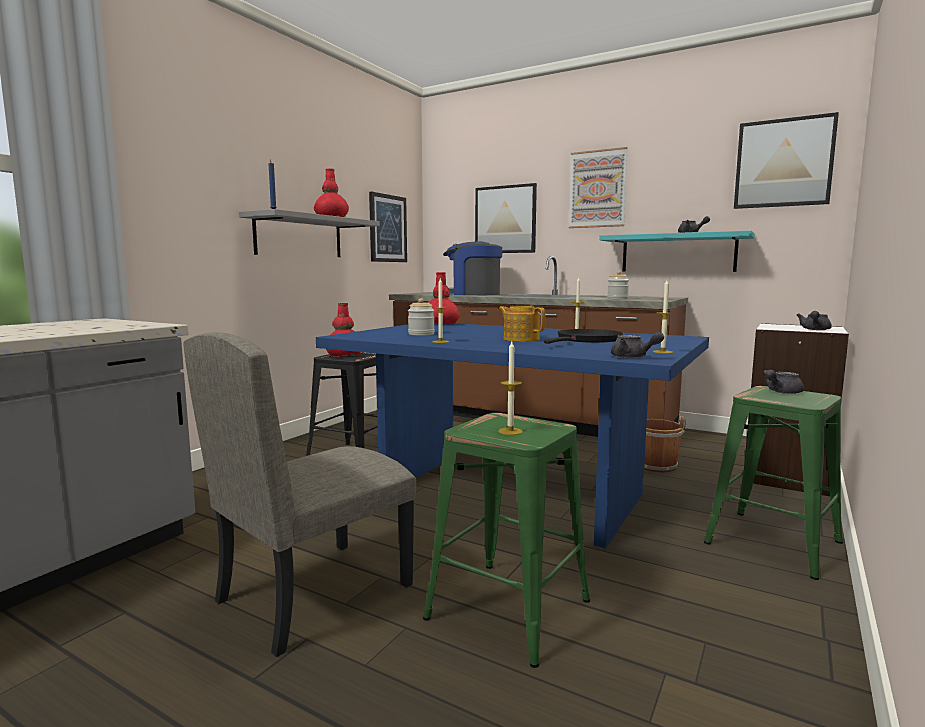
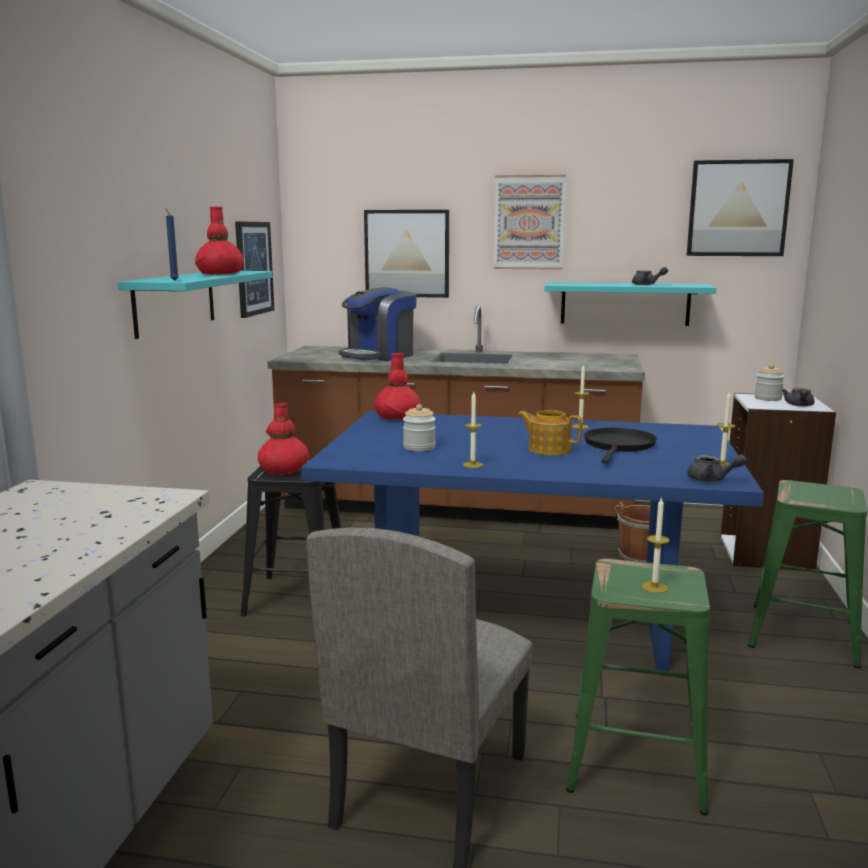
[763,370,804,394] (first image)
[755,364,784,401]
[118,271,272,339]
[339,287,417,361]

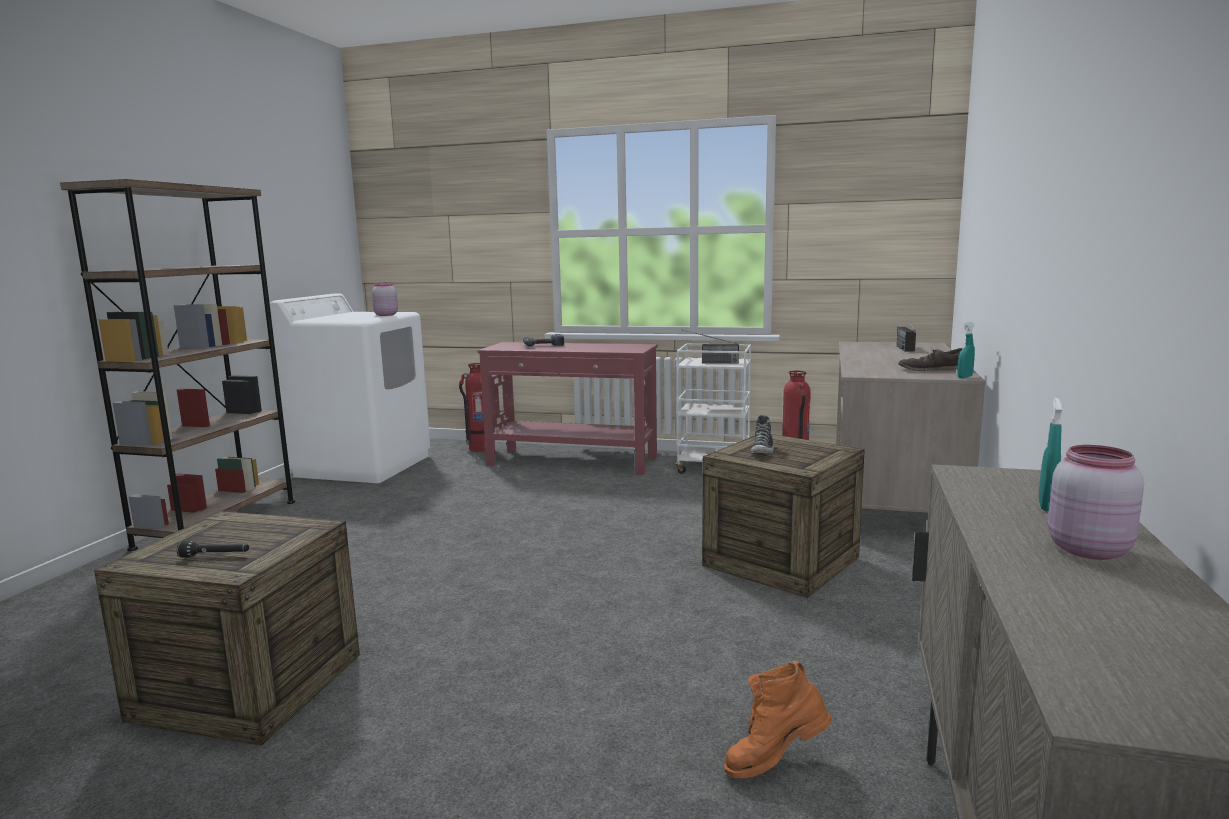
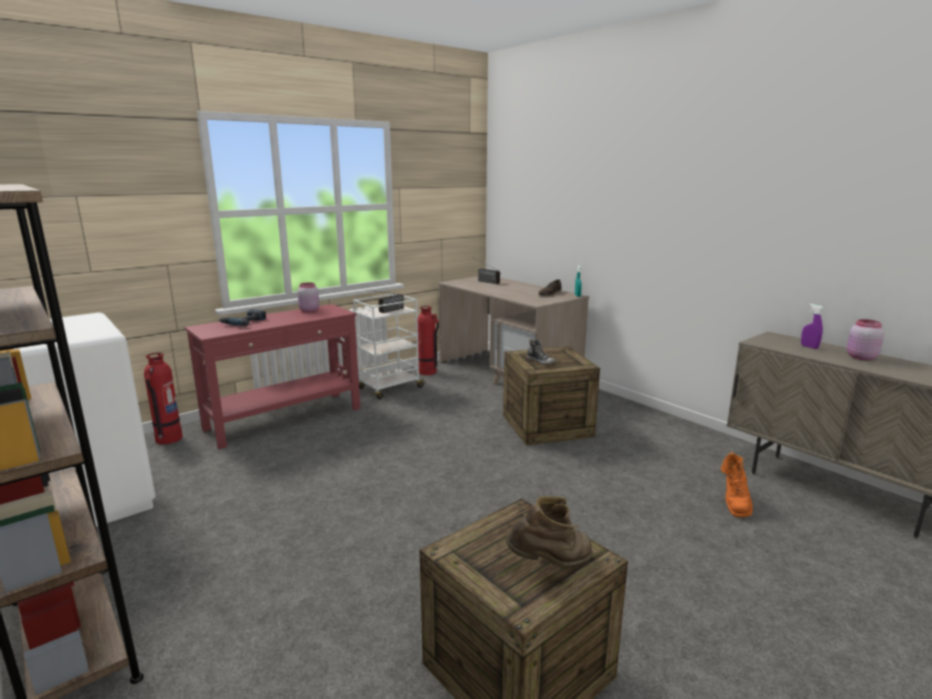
[298,283,319,312]
[506,496,593,569]
[801,304,824,349]

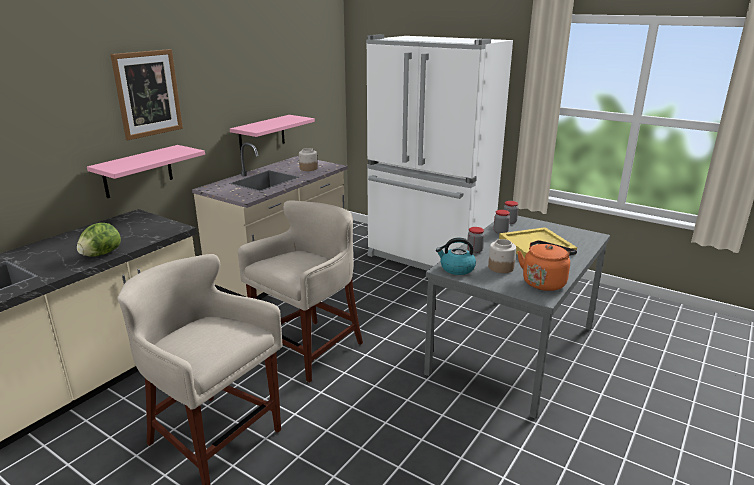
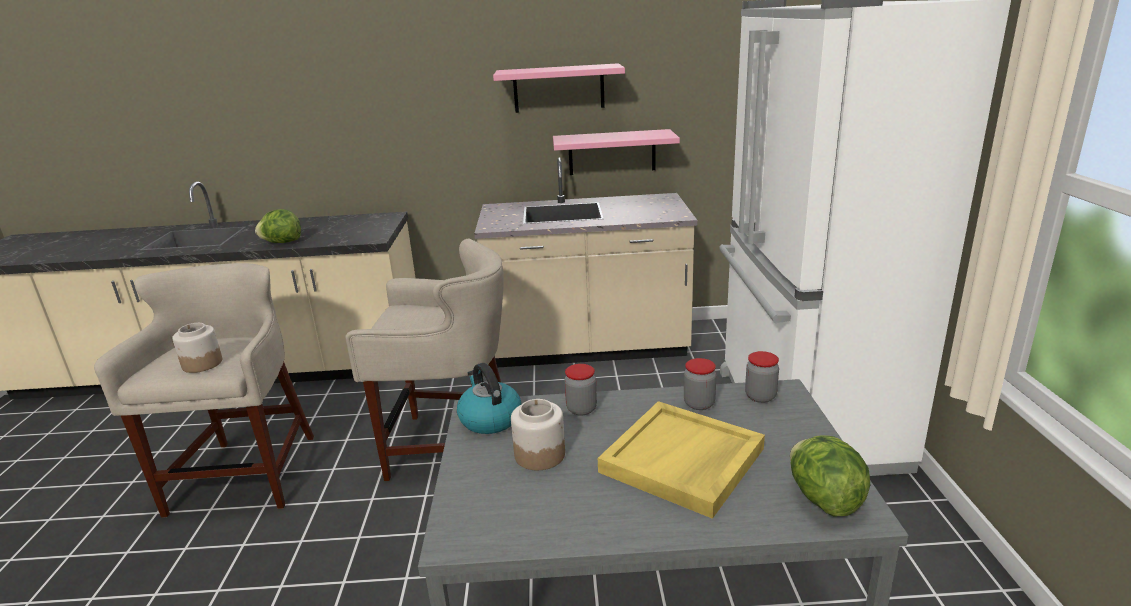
[110,49,183,140] (first image)
[517,240,577,291] (first image)
[790,436,870,516]
[493,63,625,113]
[172,323,222,373]

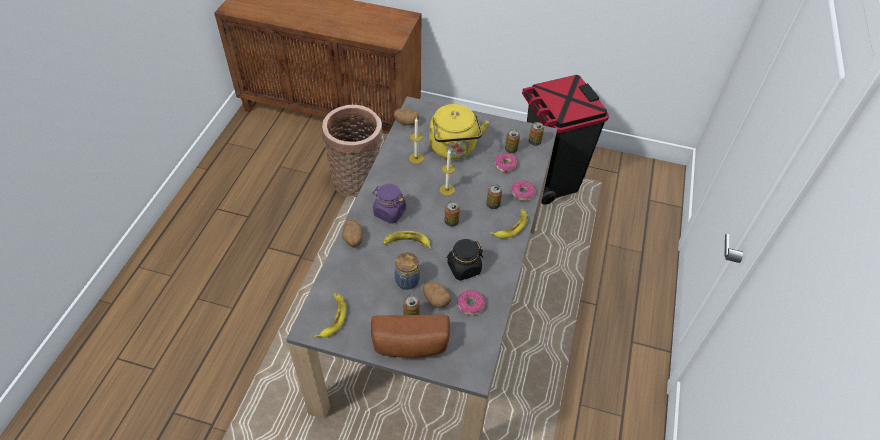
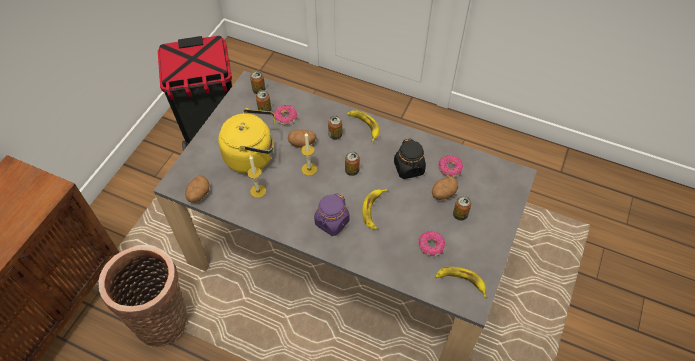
[371,315,450,358] (first image)
[395,252,420,290] (first image)
[288,130,317,148]
[418,231,445,256]

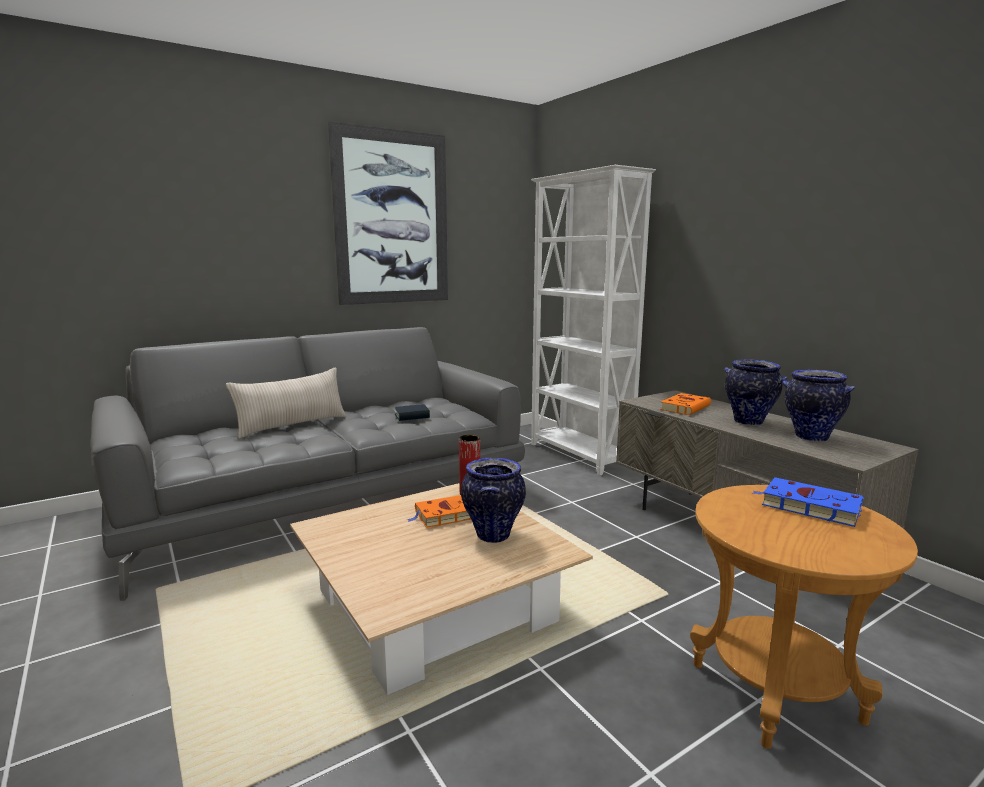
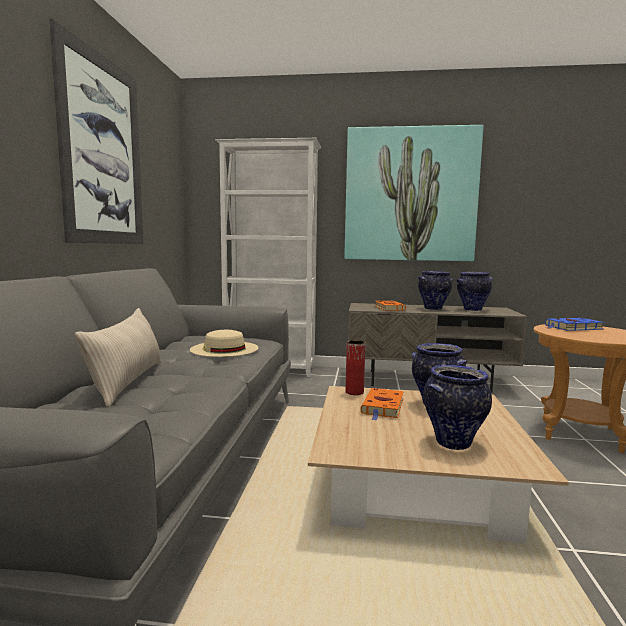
[344,125,484,261]
[423,365,492,450]
[190,330,258,357]

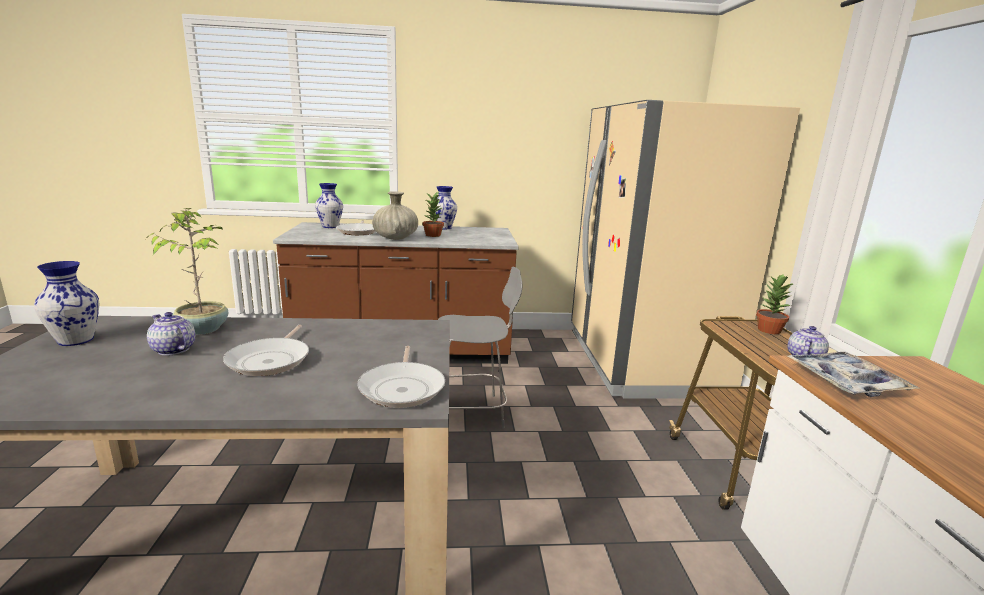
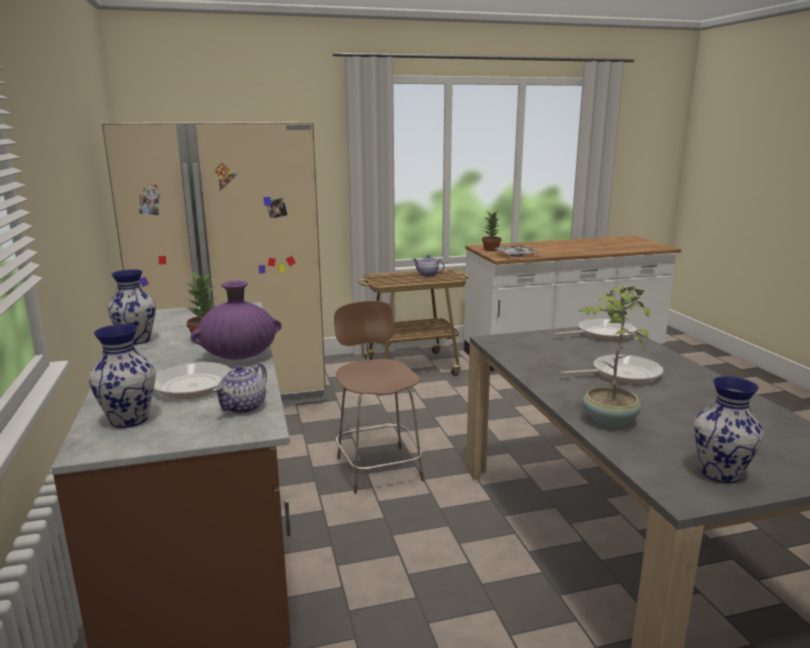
[213,363,267,414]
[482,209,501,251]
[191,281,282,360]
[334,301,424,494]

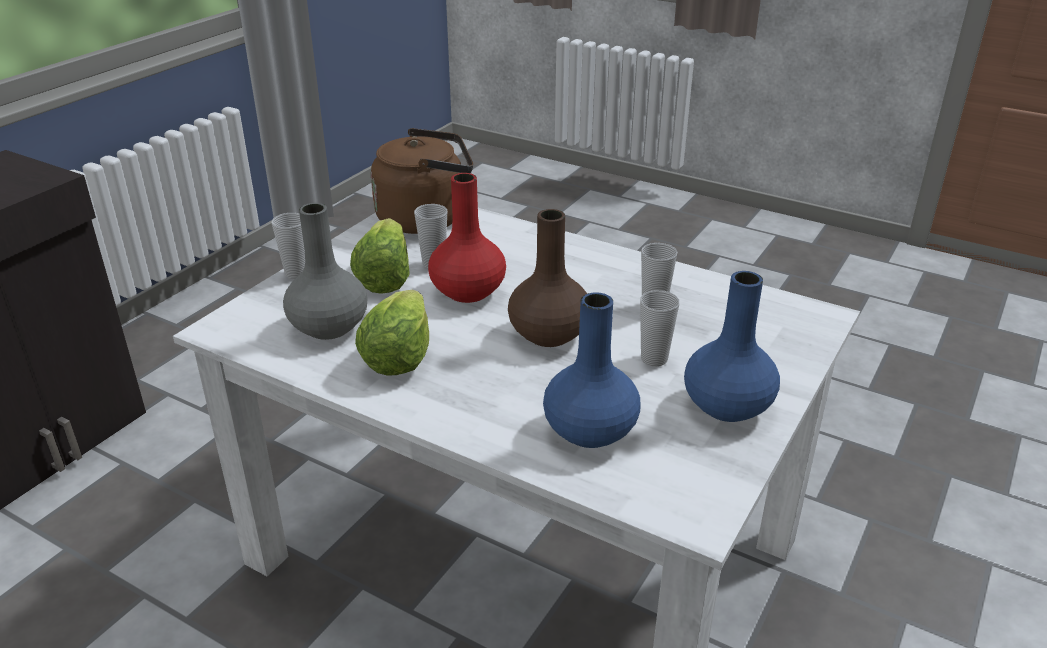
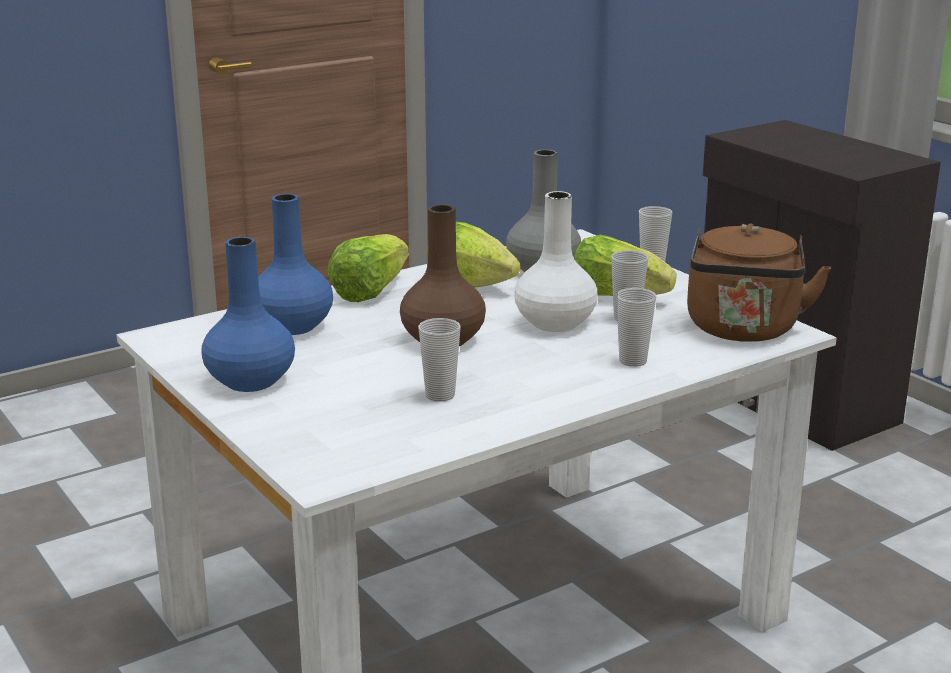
[327,234,409,302]
[616,288,656,367]
[514,191,598,332]

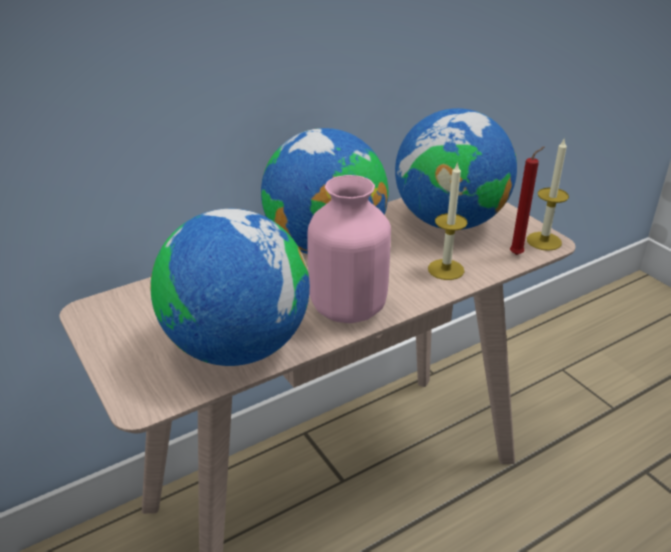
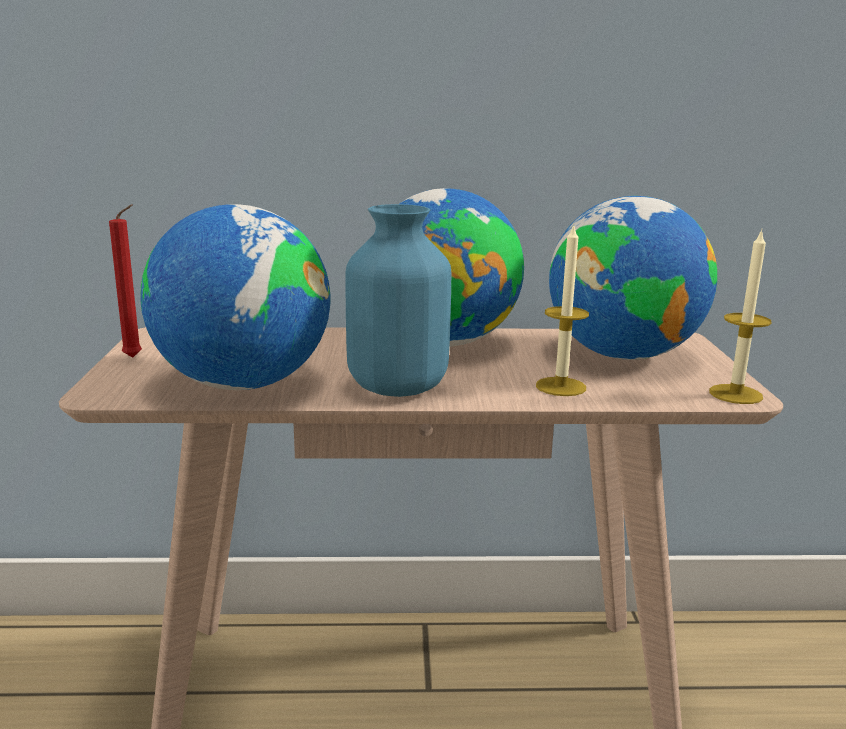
[109,205,142,358]
[345,204,451,397]

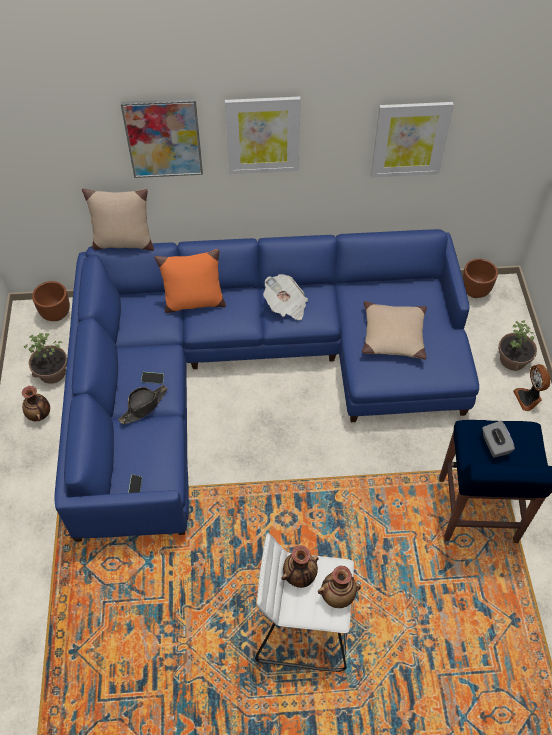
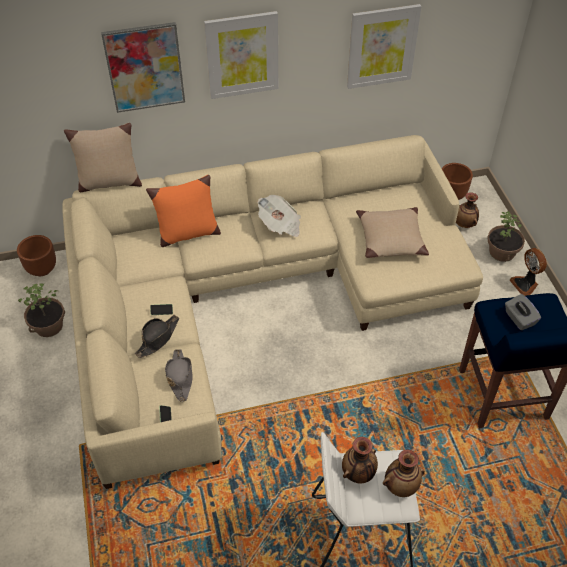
[165,349,193,401]
[456,192,479,228]
[62,135,483,489]

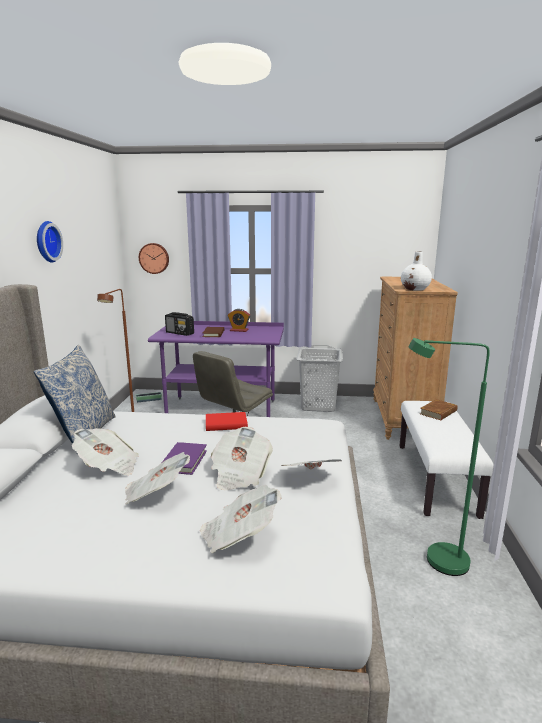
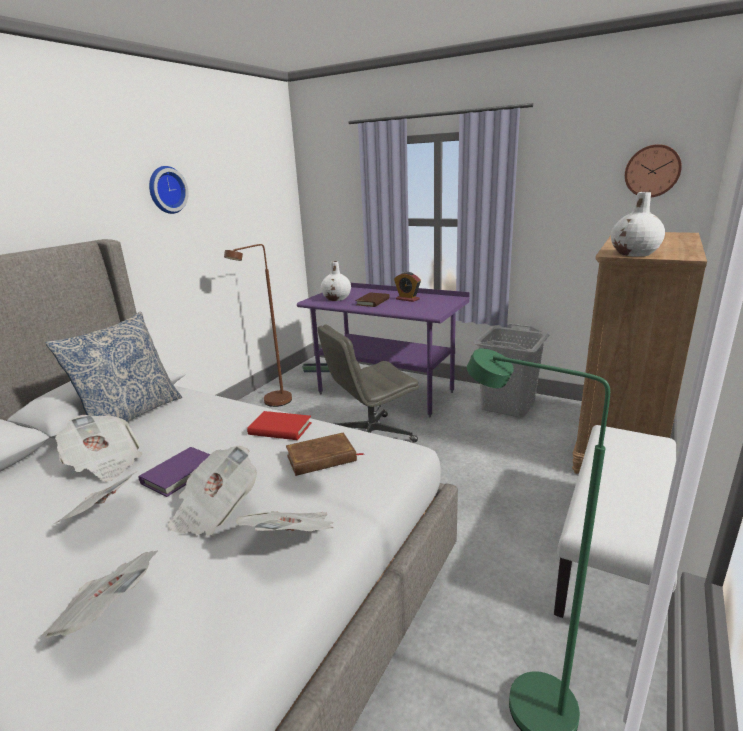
[625,144,682,197]
[286,433,364,476]
[321,261,351,301]

